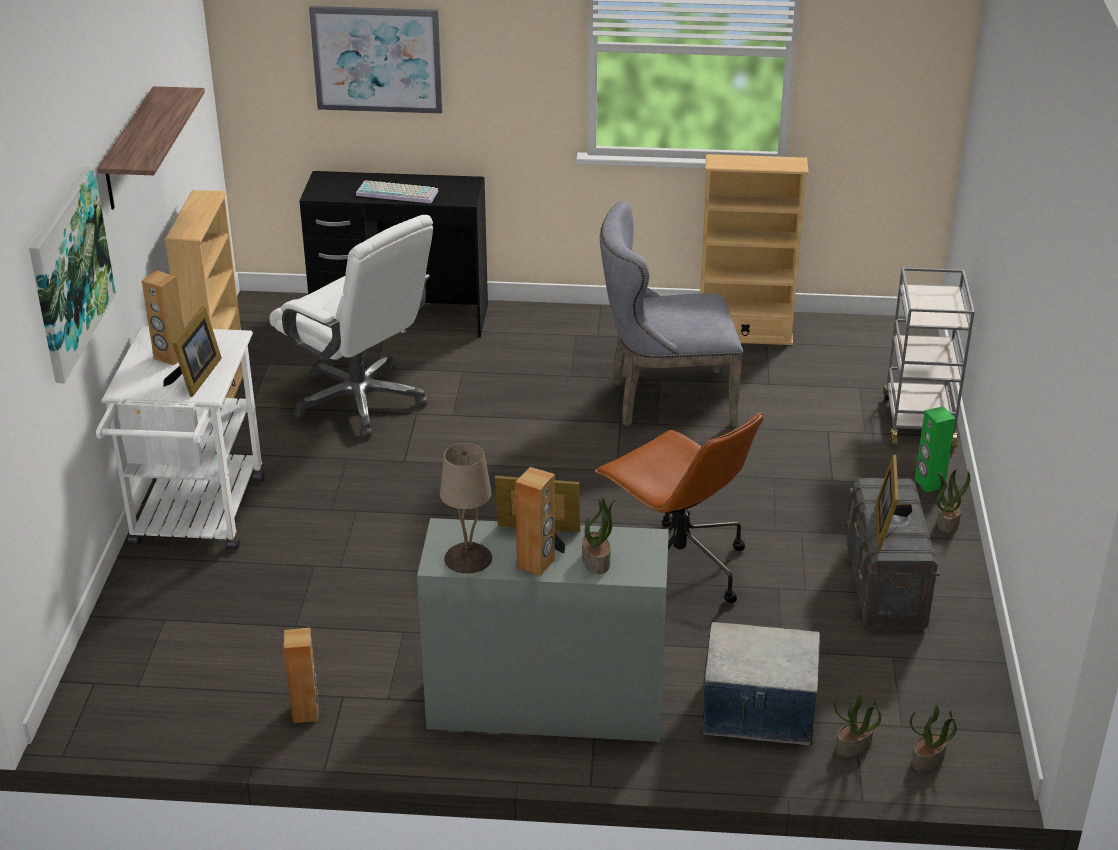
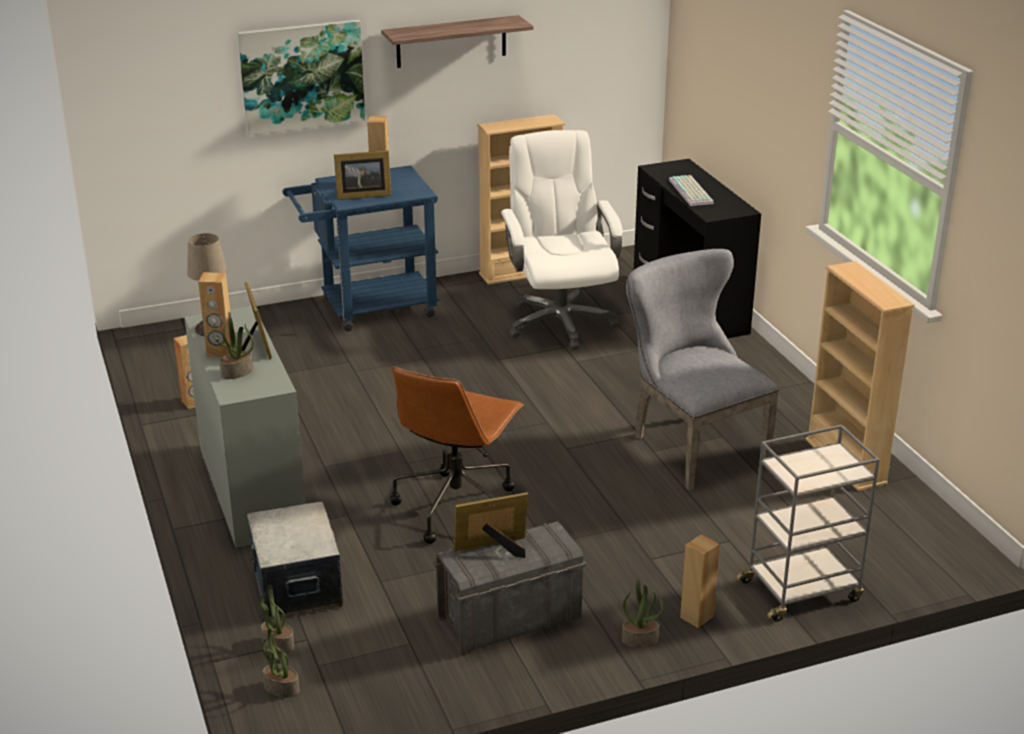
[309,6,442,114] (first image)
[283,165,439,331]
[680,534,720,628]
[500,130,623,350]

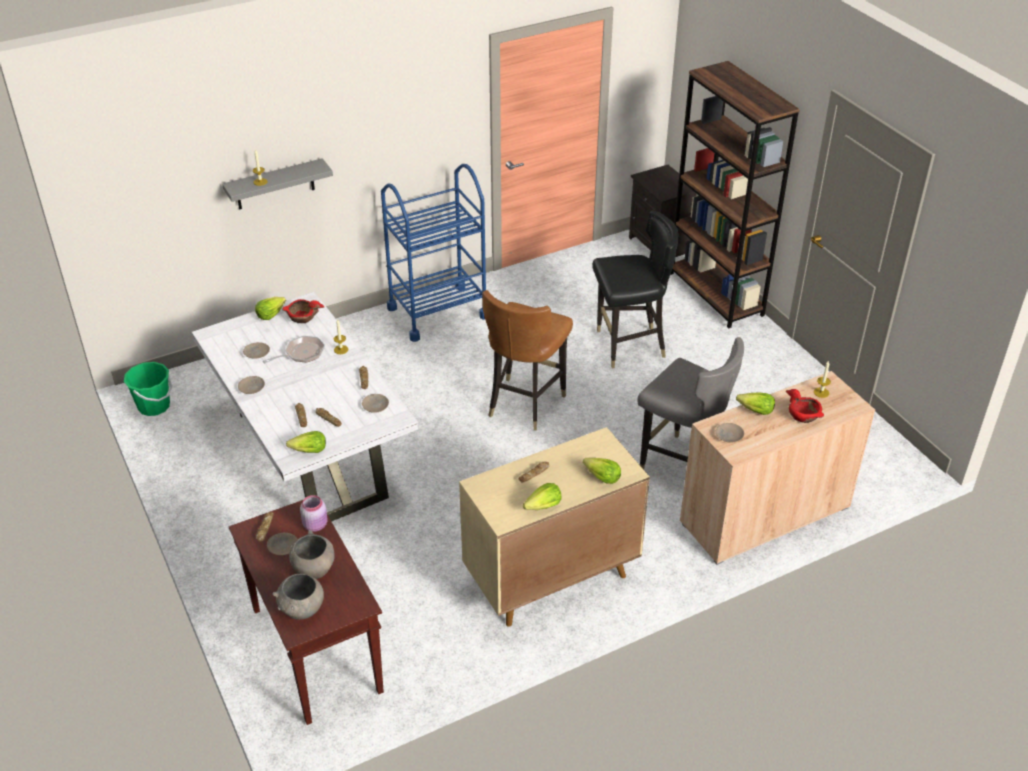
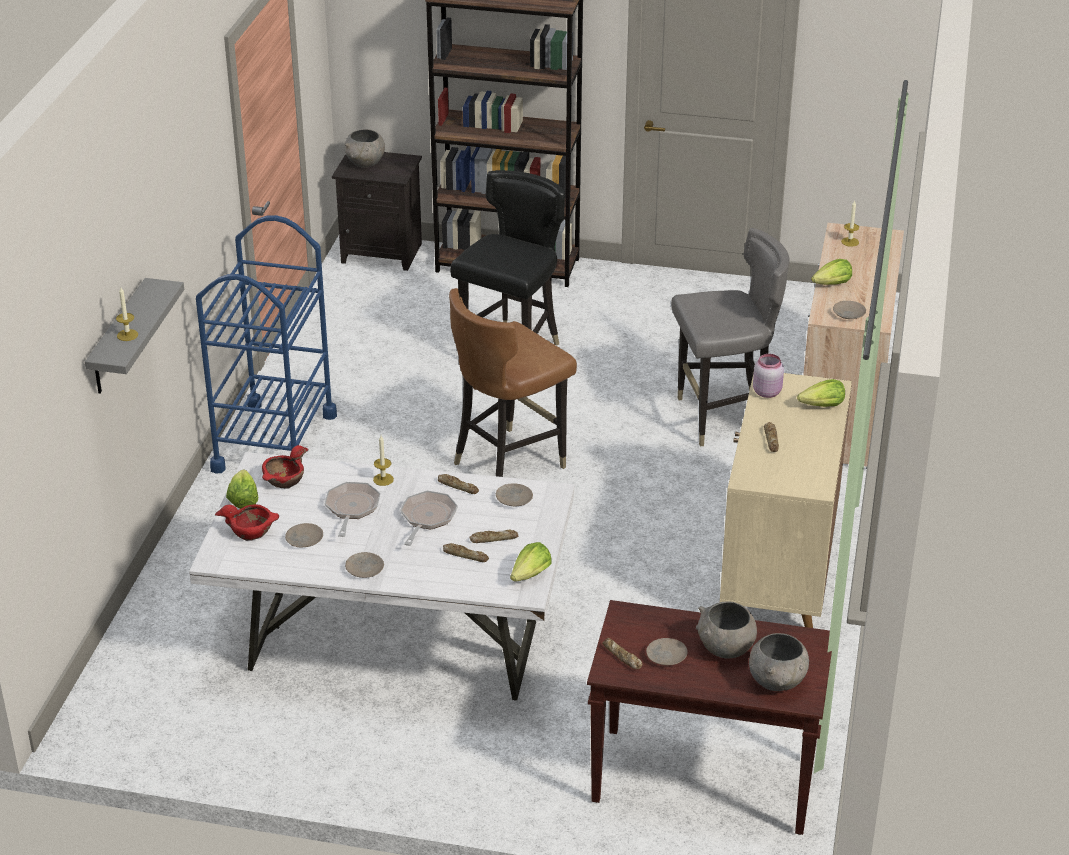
[124,362,172,416] (first image)
[523,483,561,510] (first image)
[344,129,385,167]
[400,491,458,546]
[753,354,784,398]
[215,504,279,541]
[449,288,577,477]

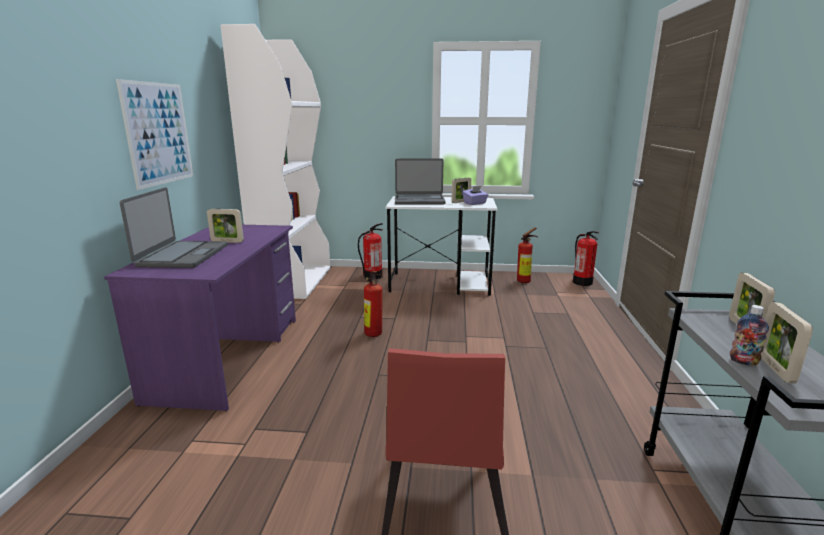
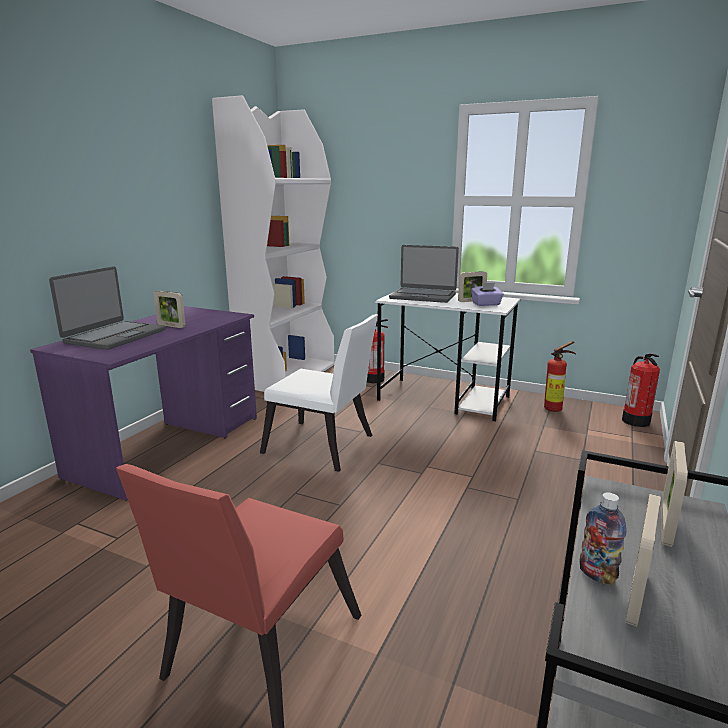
[116,79,193,190] (first image)
[260,314,378,472]

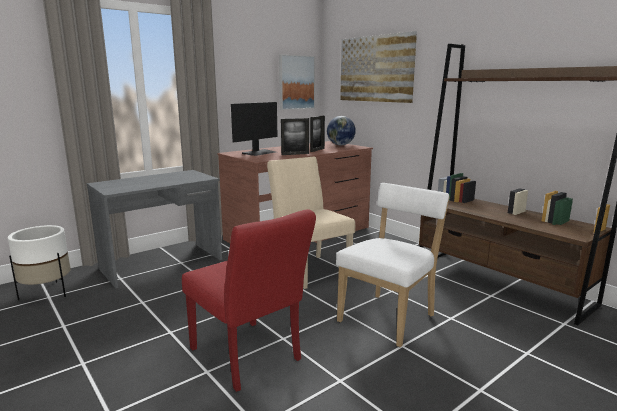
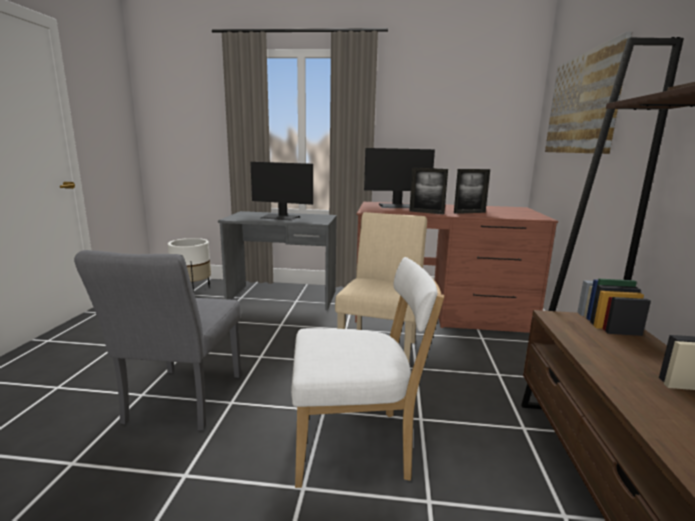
[279,54,315,110] (first image)
[327,116,356,145] (first image)
[250,162,313,221]
[74,250,241,431]

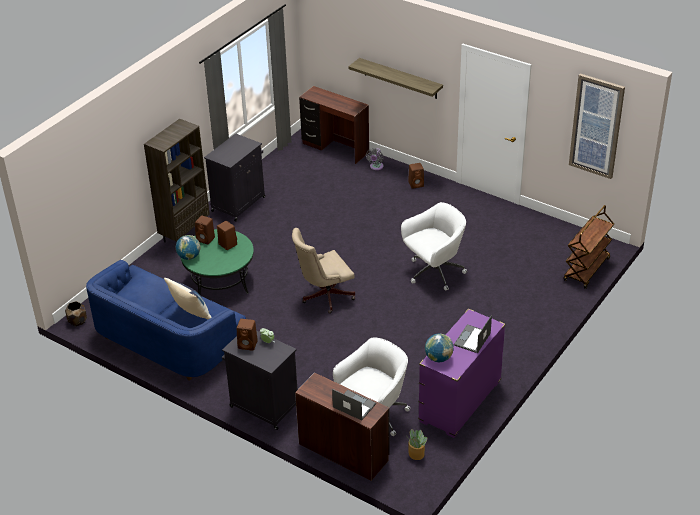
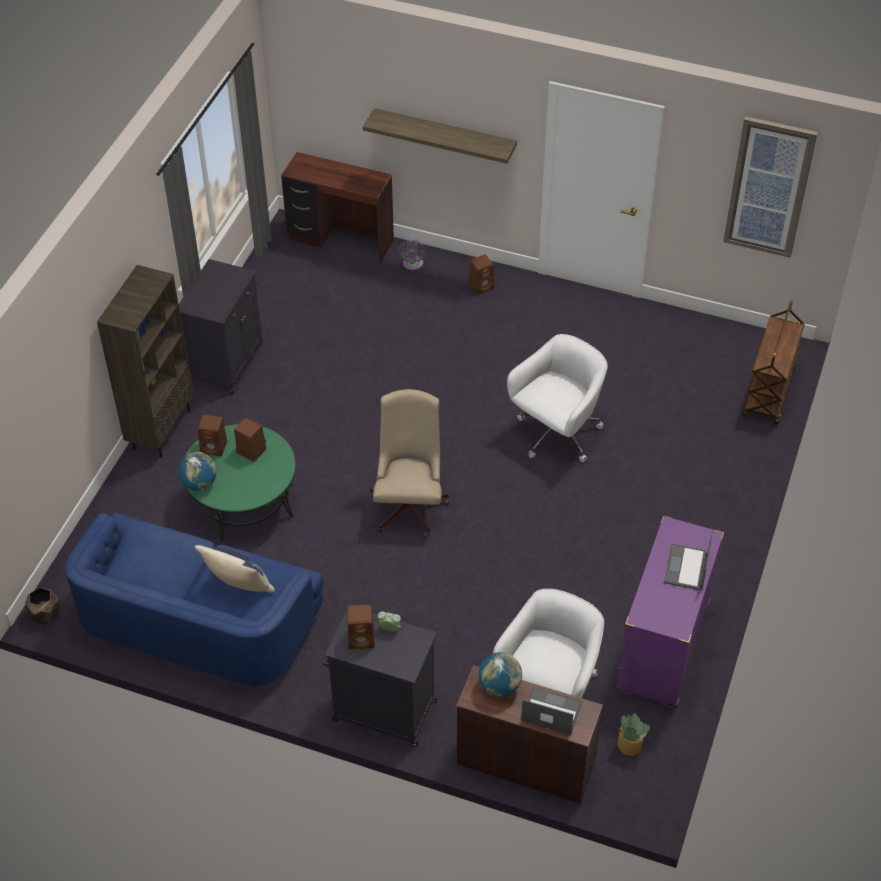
[478,653,522,697]
[370,389,449,538]

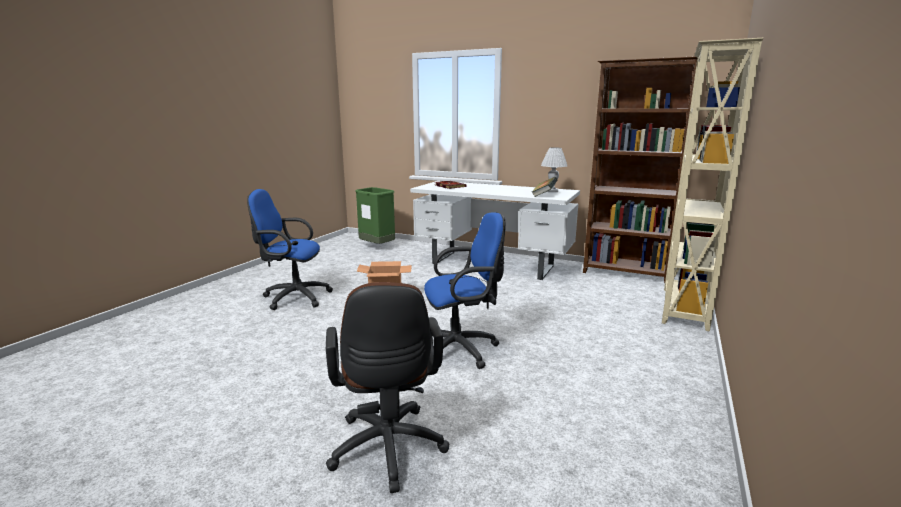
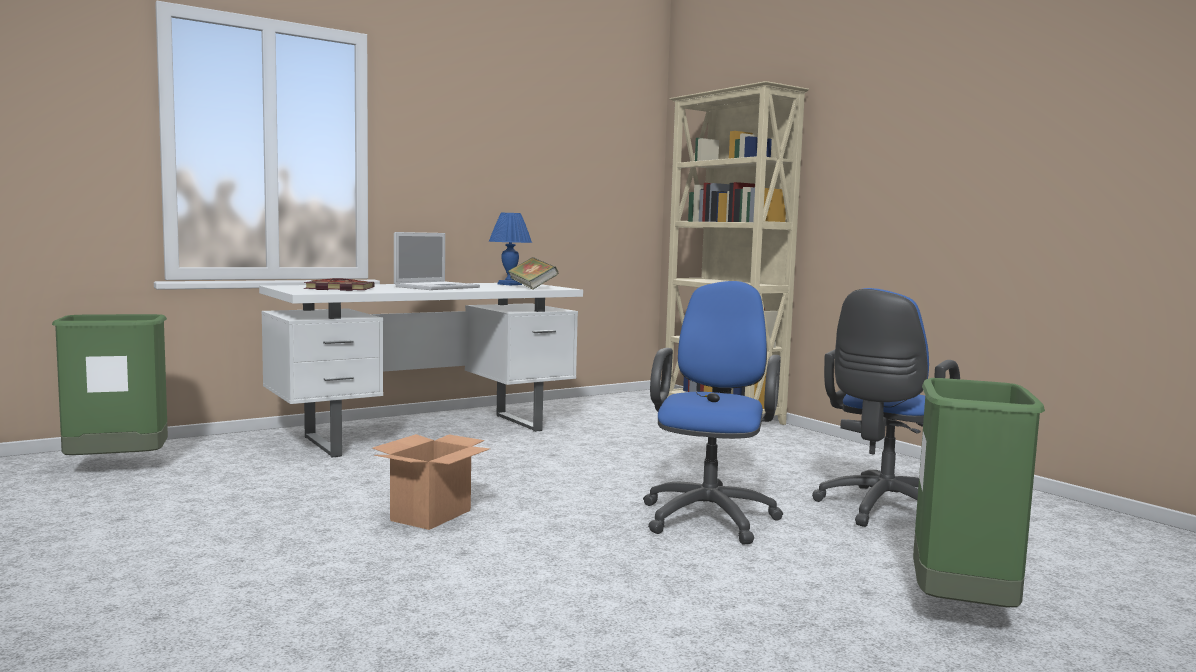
[583,57,697,283] (first image)
[394,232,480,290]
[812,288,960,527]
[913,378,1045,607]
[489,213,532,285]

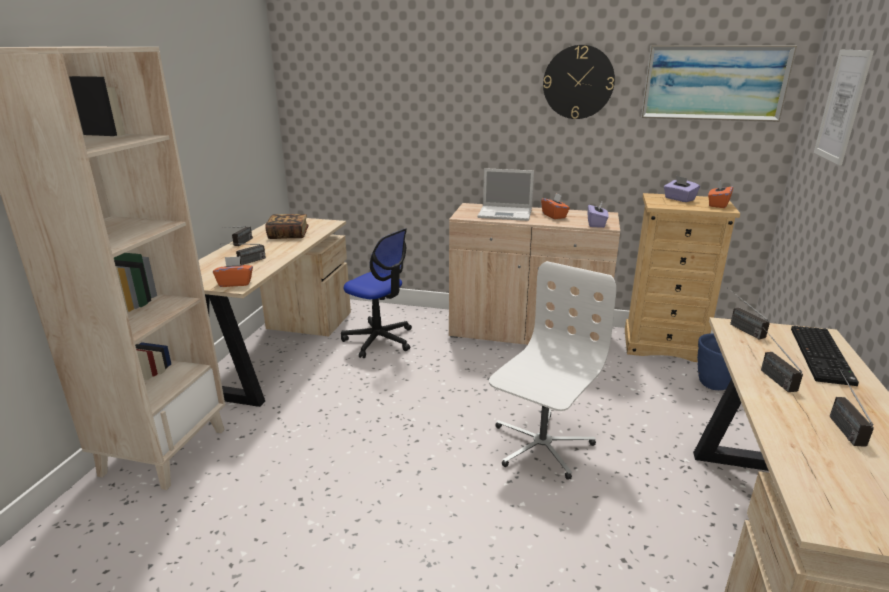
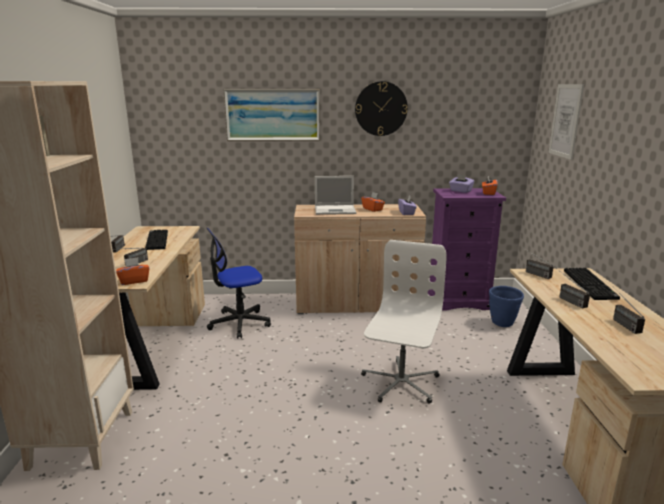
[223,89,320,141]
[145,230,168,250]
[428,188,506,311]
[207,228,271,339]

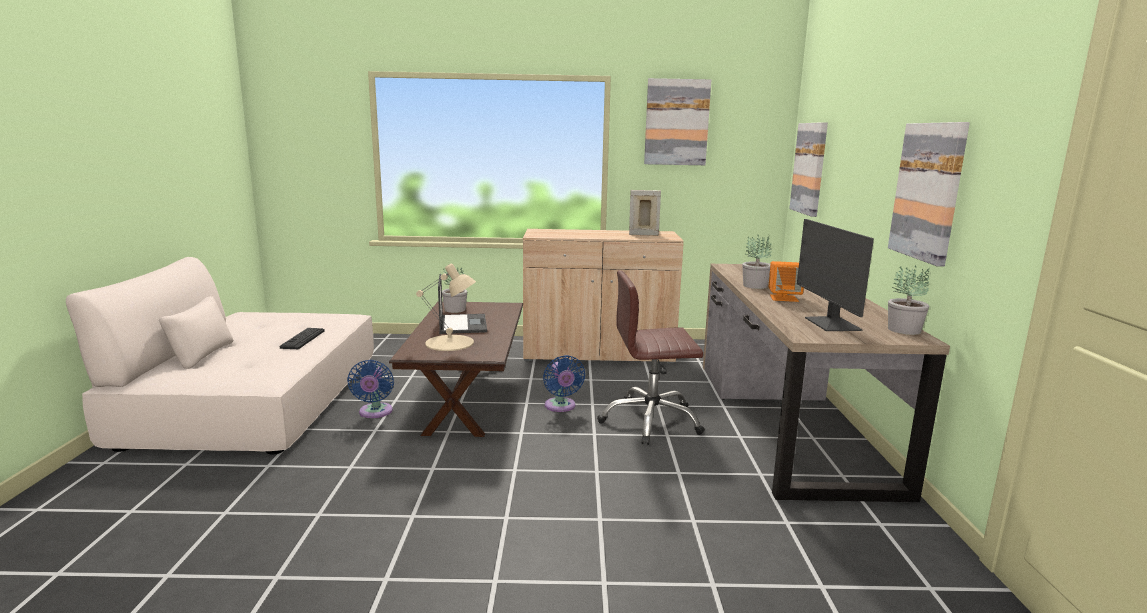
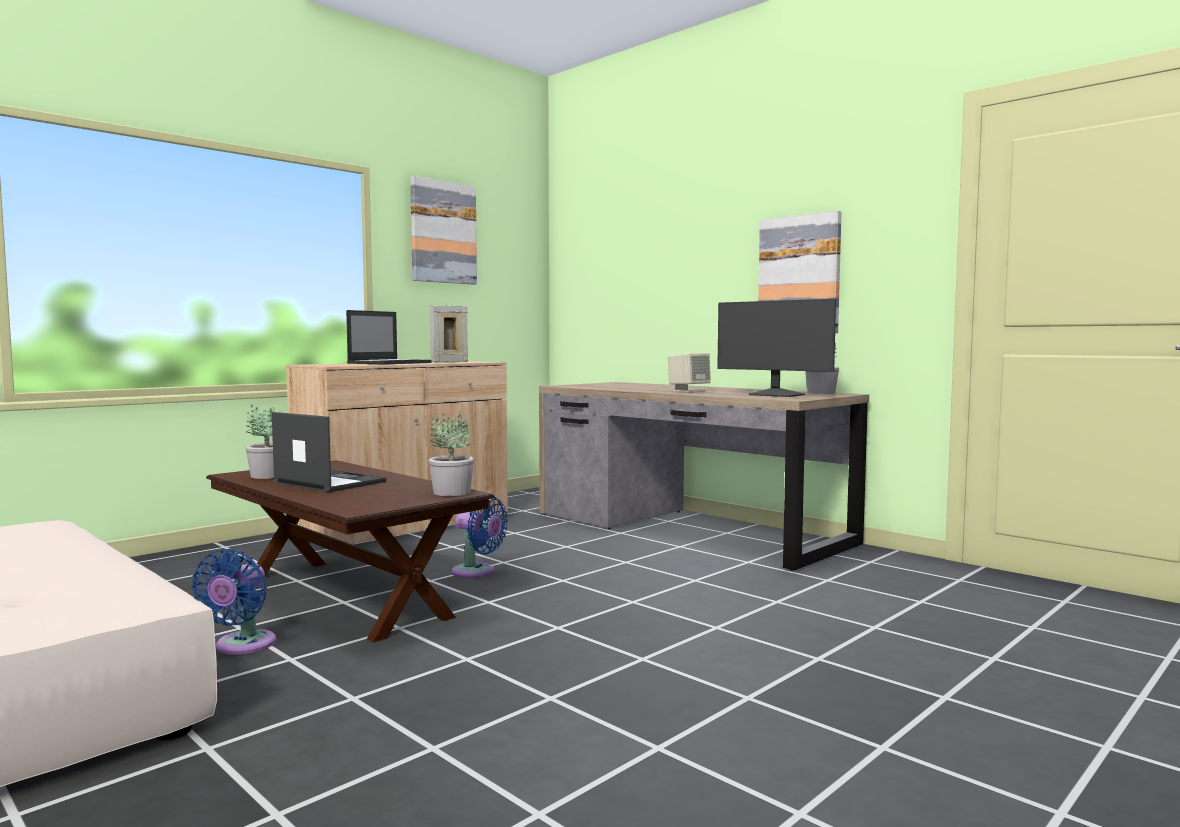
[280,328,325,349] (first image)
[416,264,476,351] (first image)
[597,270,705,445] (first image)
[789,122,828,217] (first image)
[346,310,431,365]
[429,411,474,496]
[668,353,711,393]
[191,549,276,655]

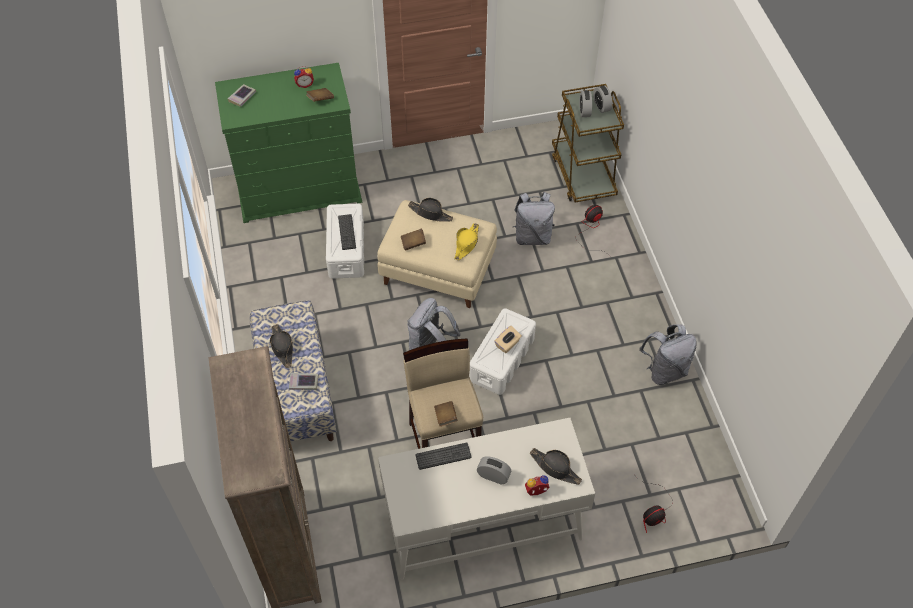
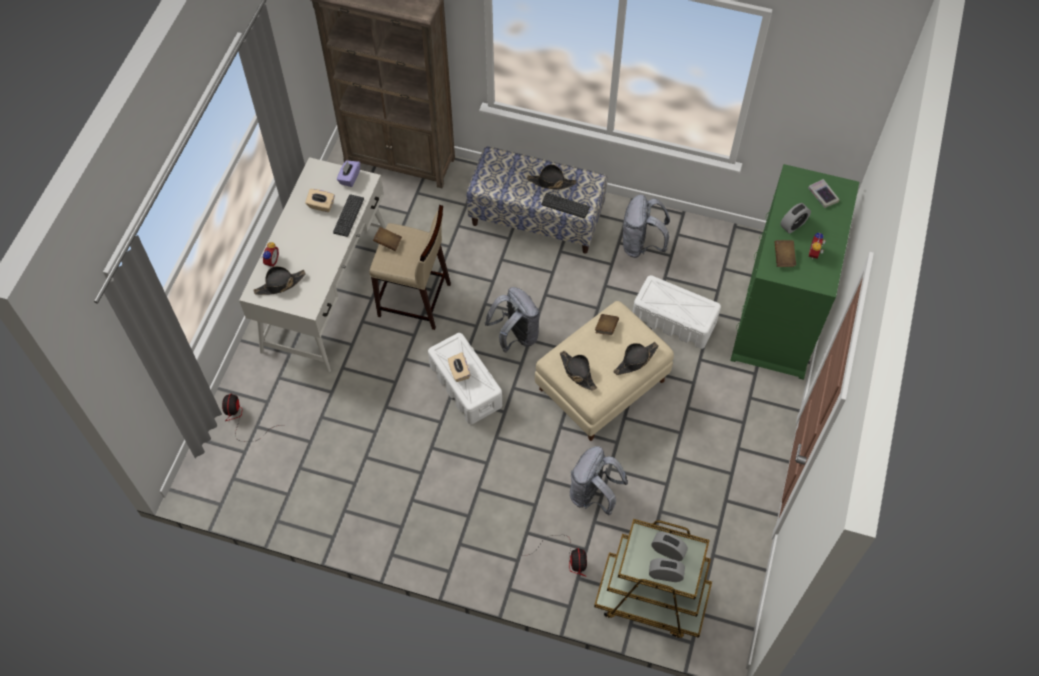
[289,373,318,390] (first image)
[305,189,335,212]
[337,160,360,187]
[541,193,590,218]
[780,203,811,234]
[623,194,670,258]
[560,350,597,390]

